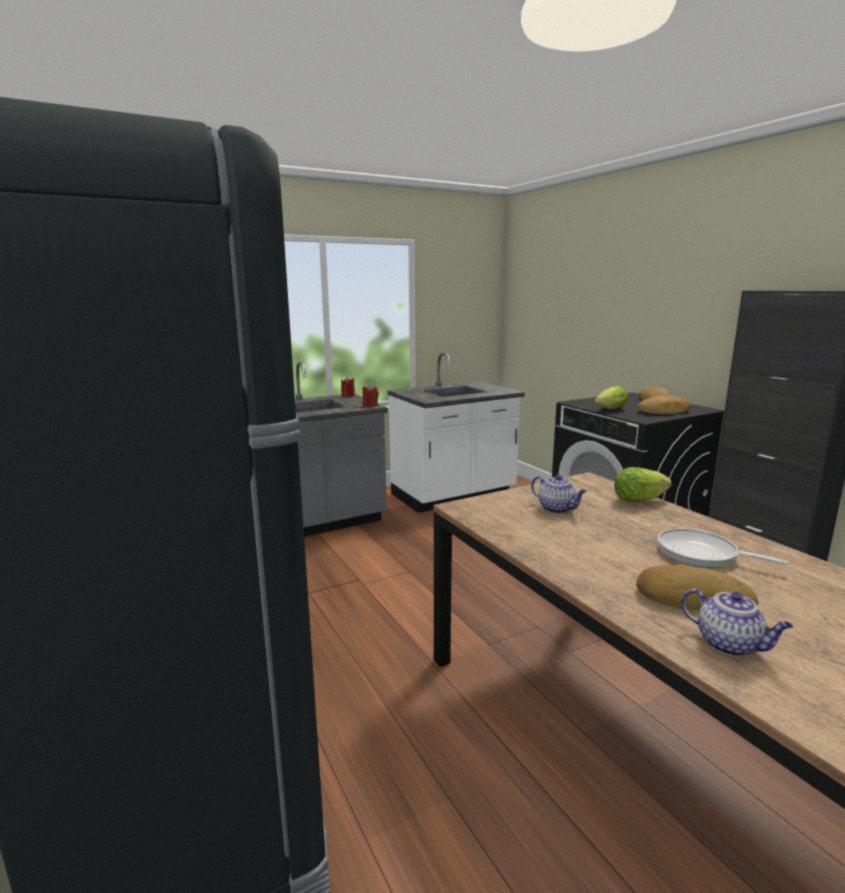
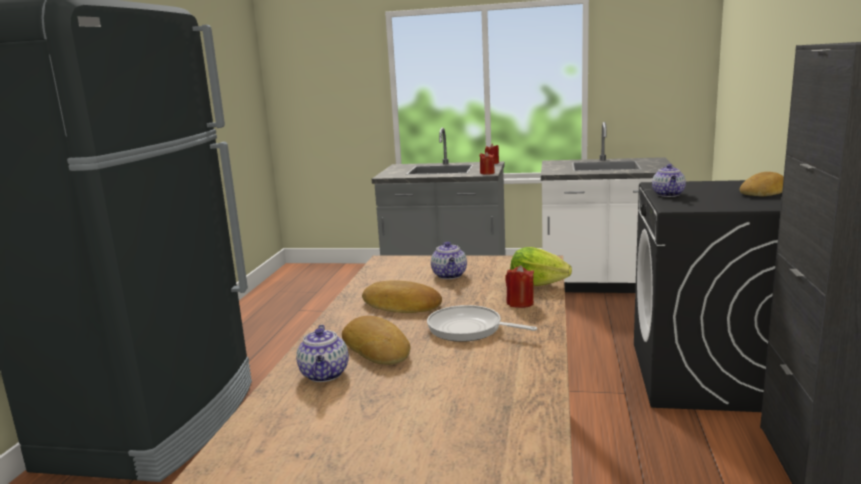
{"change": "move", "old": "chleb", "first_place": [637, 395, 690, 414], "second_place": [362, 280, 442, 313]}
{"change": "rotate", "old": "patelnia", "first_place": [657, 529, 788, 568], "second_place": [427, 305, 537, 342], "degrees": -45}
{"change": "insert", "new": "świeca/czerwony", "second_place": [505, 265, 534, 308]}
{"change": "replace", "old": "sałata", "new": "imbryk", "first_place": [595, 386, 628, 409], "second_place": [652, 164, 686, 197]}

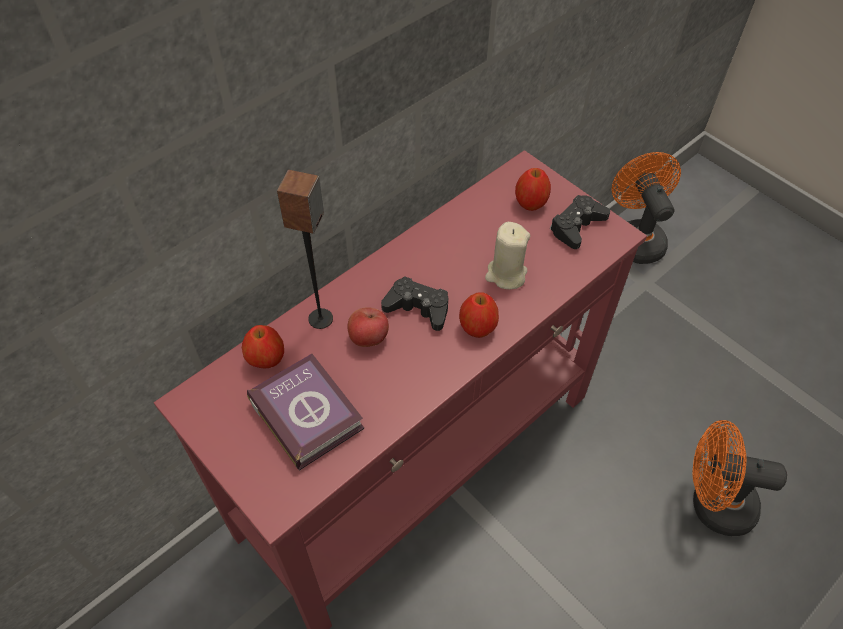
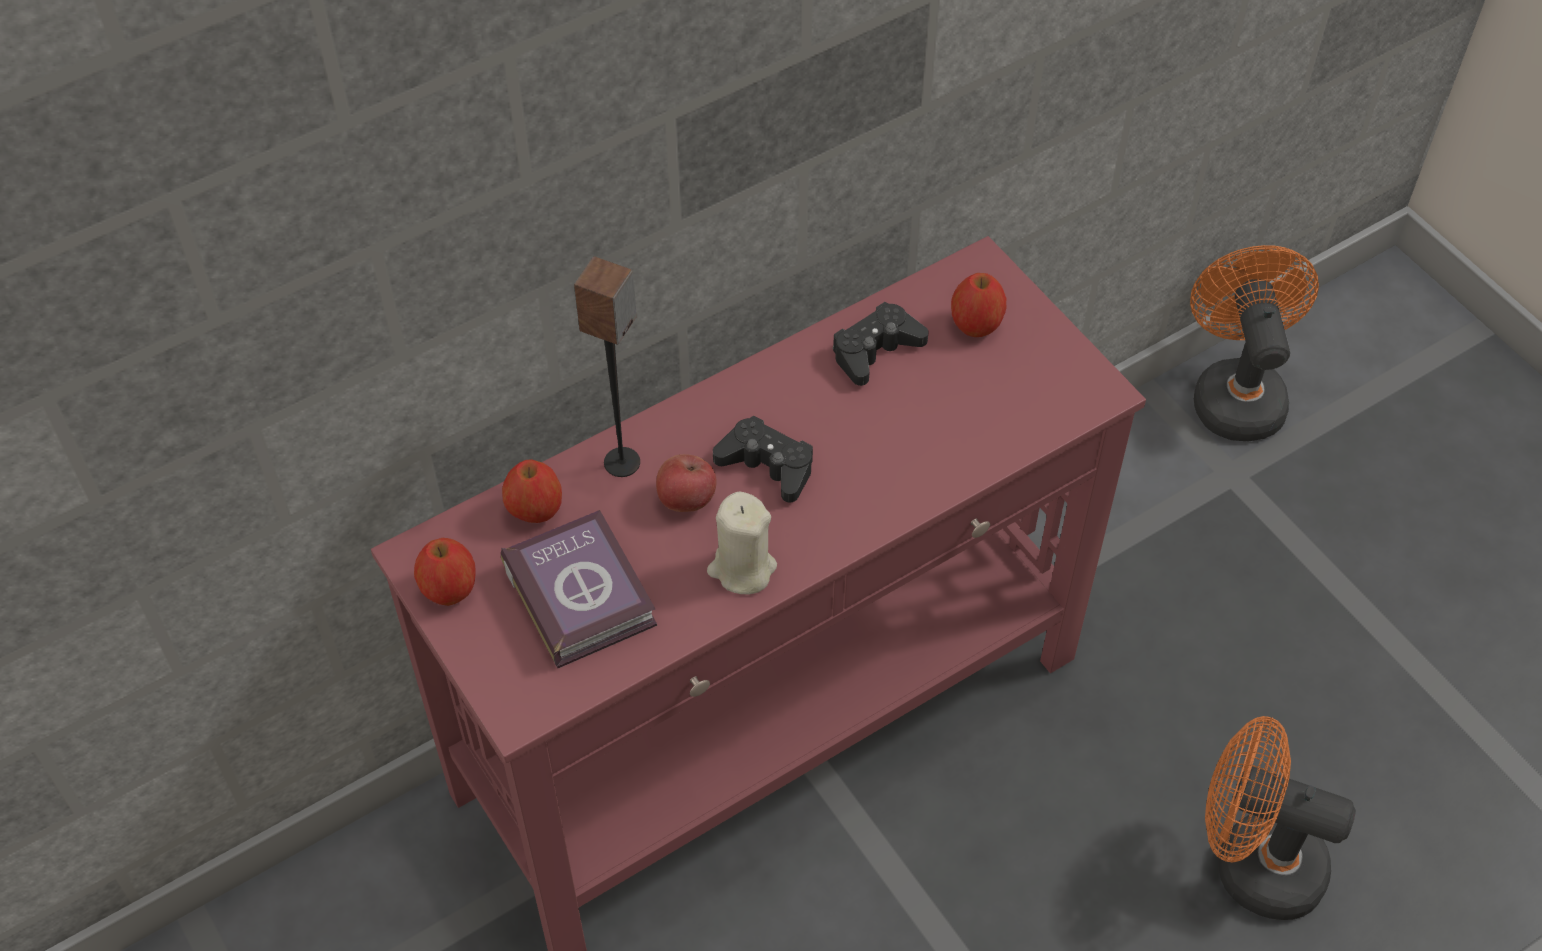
{"change": "move", "old": "jabłko", "first_place": [459, 293, 499, 338], "second_place": [414, 538, 476, 606]}
{"change": "move", "old": "świeca/beżowy", "first_place": [485, 222, 530, 289], "second_place": [707, 491, 777, 594]}
{"change": "move", "old": "pad do gier/czarny", "first_place": [550, 195, 610, 249], "second_place": [833, 302, 929, 386]}

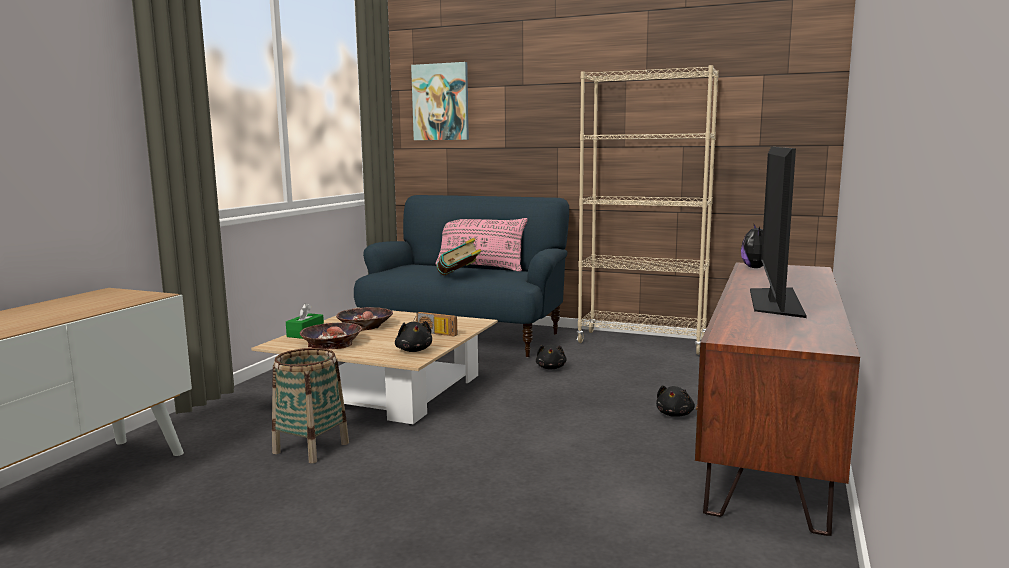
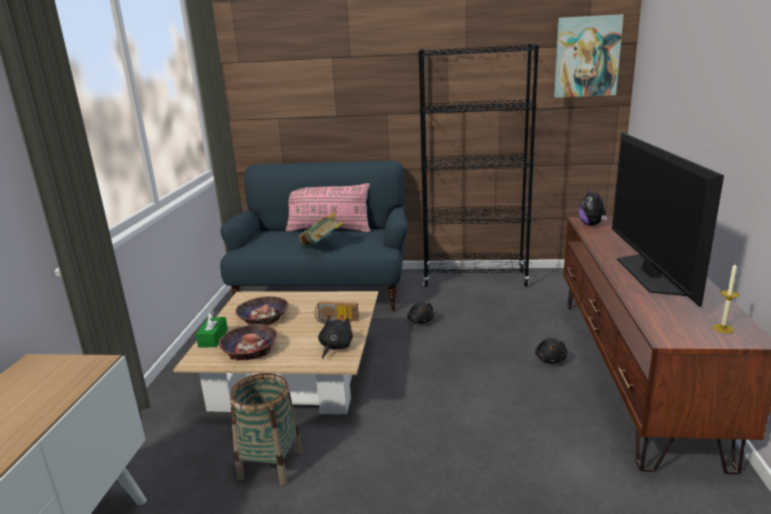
{"change": "rotate", "old": "pluszak/czarny", "first_place": [395, 321, 432, 352], "second_place": [318, 315, 353, 359], "degrees": -120}
{"change": "recolor", "old": "regał/beżowy", "new": "regał/czarny", "first_place": [577, 65, 719, 355], "second_place": [418, 44, 539, 287]}
{"change": "move", "old": "obraz", "first_place": [411, 62, 469, 140], "second_place": [554, 14, 624, 98]}
{"change": "insert", "new": "świeca", "second_place": [712, 262, 739, 334]}

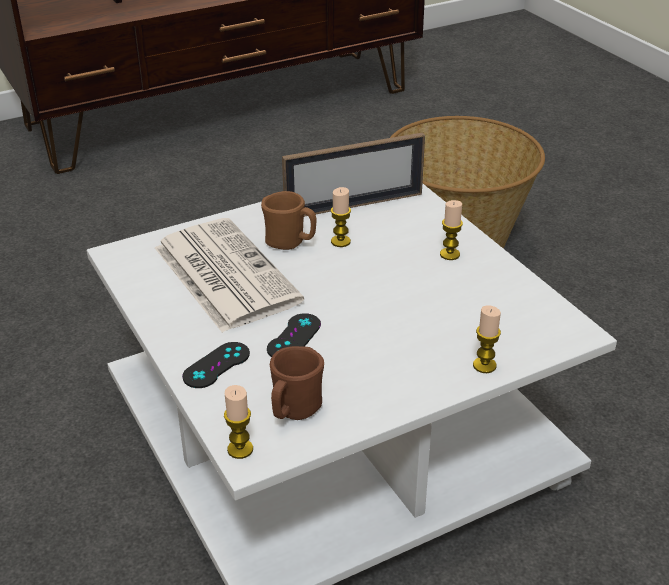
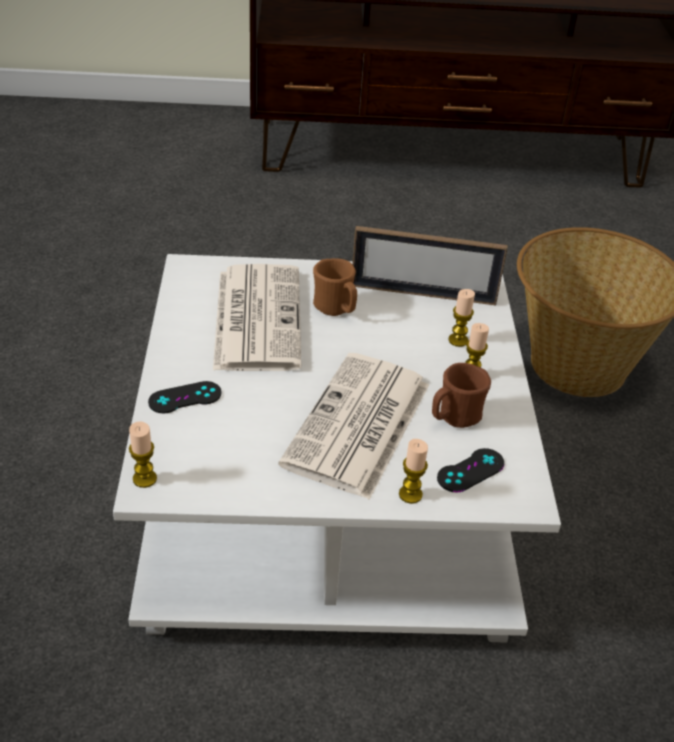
{"change": "insert", "new": "gazeta", "second_place": [278, 353, 429, 500]}
{"change": "move", "old": "kubek/brązowy", "first_place": [270, 346, 324, 420], "second_place": [432, 363, 491, 428]}
{"change": "move", "old": "pad do gier/czarny", "first_place": [267, 313, 321, 357], "second_place": [437, 448, 505, 493]}
{"change": "move", "old": "świeca", "first_place": [331, 187, 351, 247], "second_place": [449, 289, 475, 347]}

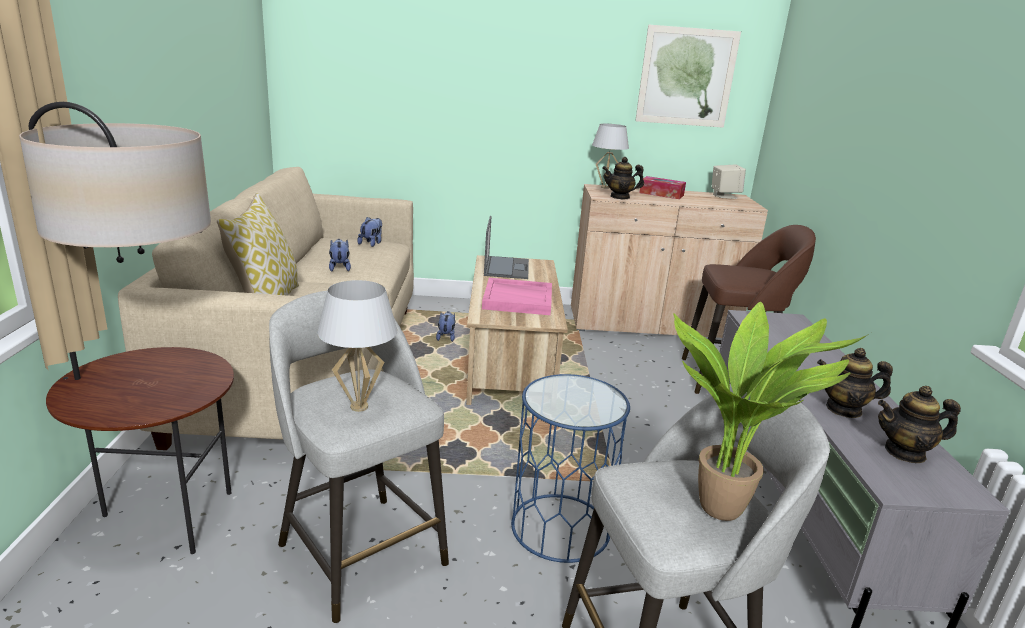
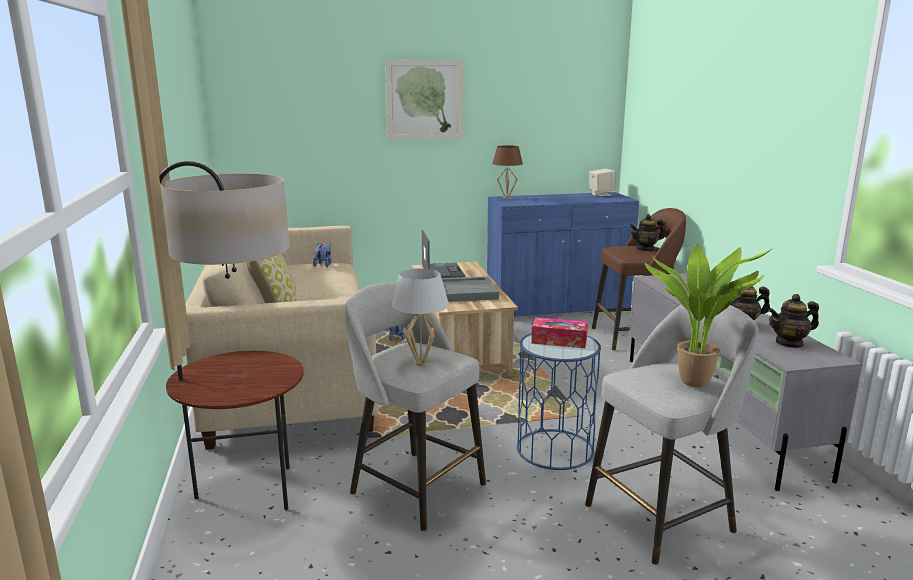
{"change": "move", "old": "obraz", "first_place": [635, 25, 741, 128], "second_place": [386, 60, 463, 140]}
{"change": "recolor", "old": "taca/różowy", "new": "taca/szary", "first_place": [482, 278, 552, 315], "second_place": [442, 276, 499, 302]}
{"change": "recolor", "old": "szafka/beżowy", "new": "szafka/niebieski", "first_place": [571, 184, 768, 338], "second_place": [487, 192, 639, 317]}
{"change": "recolor", "old": "lampa stołowa/biały", "new": "lampa stołowa/brązowy", "first_place": [592, 124, 629, 189], "second_place": [492, 145, 523, 198]}
{"change": "move", "old": "pudełko chusteczek", "first_place": [639, 176, 686, 199], "second_place": [531, 317, 588, 348]}
{"change": "move", "old": "imbryk", "first_place": [602, 157, 644, 199], "second_place": [630, 214, 665, 251]}
{"change": "delete", "old": "pluszak", "first_place": [329, 239, 351, 272]}

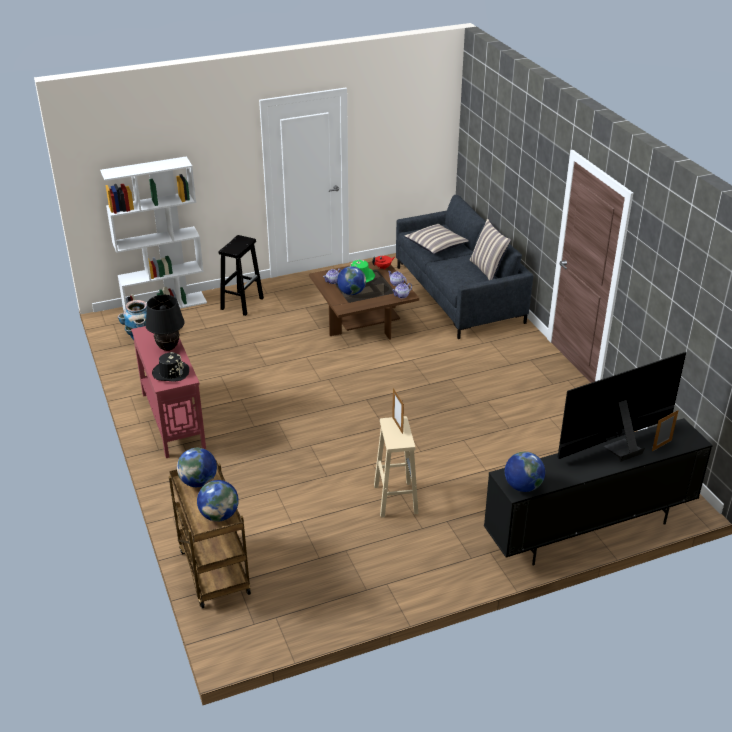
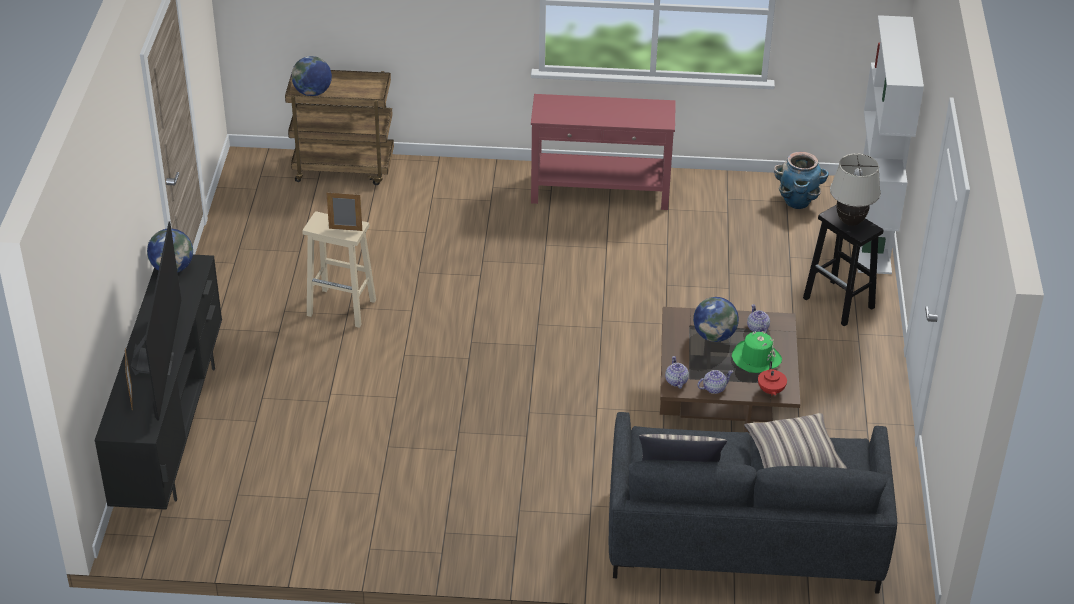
{"change": "insert", "new": "lampa stołowa/beżowy", "second_place": [830, 153, 881, 226]}
{"change": "delete", "old": "lampa stołowa/czarny", "first_place": [145, 295, 185, 351]}
{"change": "delete", "old": "kapelusz/czarny", "first_place": [152, 352, 189, 382]}
{"change": "delete", "old": "globus", "first_place": [177, 448, 217, 487]}

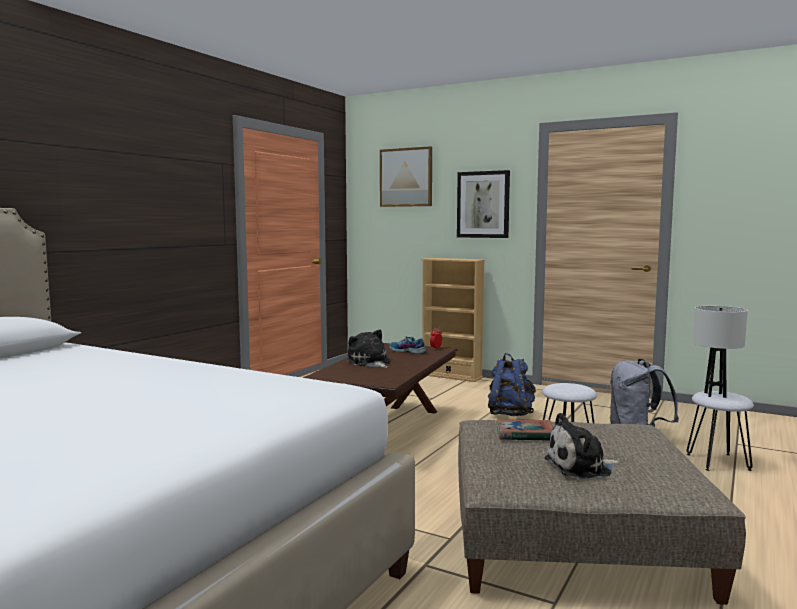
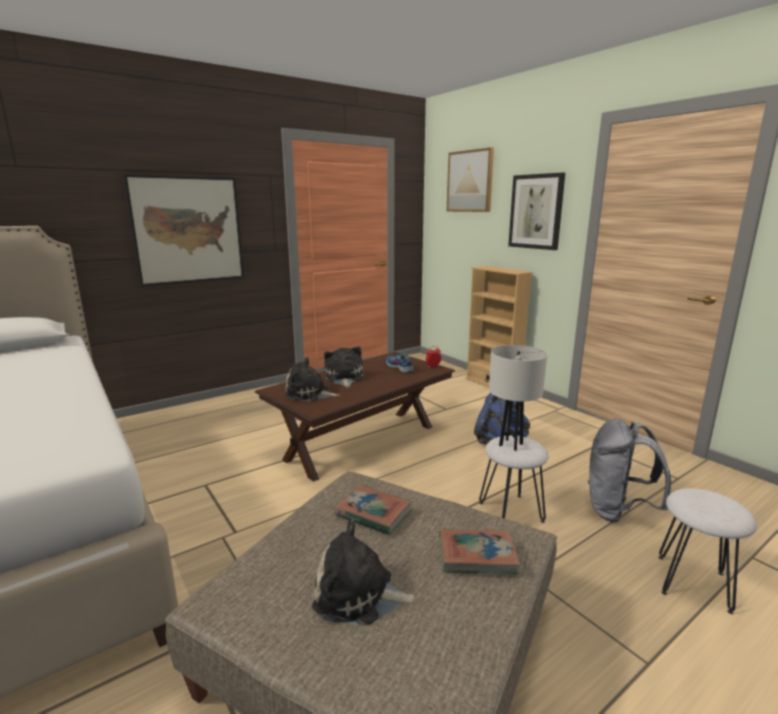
{"change": "insert", "new": "obraz", "second_place": [123, 174, 244, 287]}
{"change": "insert", "new": "pluszak", "second_place": [284, 357, 340, 401]}
{"change": "insert", "new": "książka", "second_place": [439, 529, 520, 574]}
{"change": "move", "old": "lampa stołowa/biały", "first_place": [693, 306, 748, 398], "second_place": [489, 345, 547, 451]}

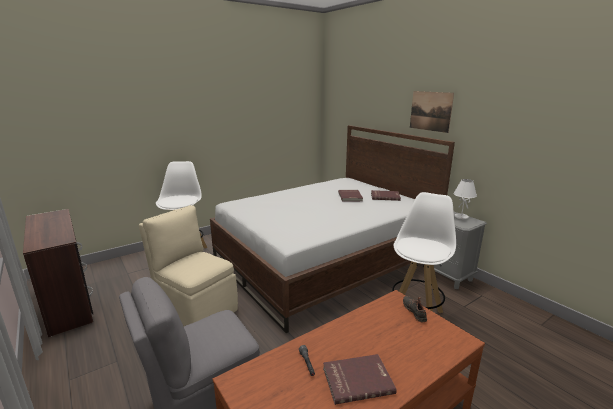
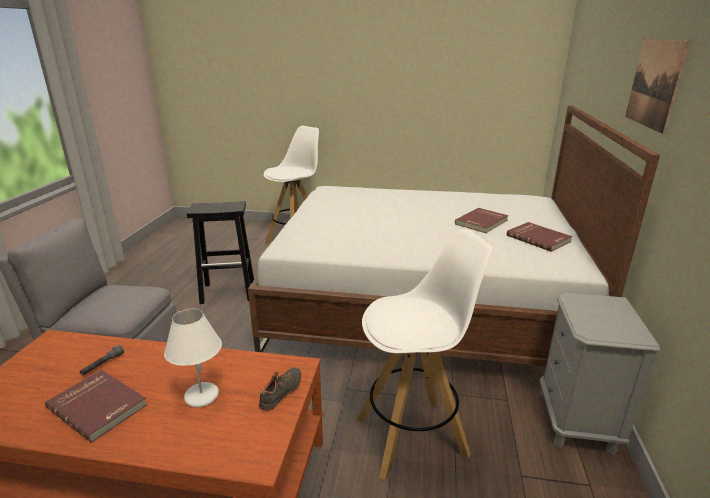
{"change": "move", "old": "lampa stołowa/biały", "first_place": [453, 179, 477, 220], "second_place": [164, 309, 222, 408]}
{"change": "replace", "old": "krzesło/beżowy", "new": "stołek/czarny", "first_place": [139, 205, 238, 326], "second_place": [187, 201, 254, 304]}
{"change": "delete", "old": "biurko/brązowy", "first_place": [23, 209, 93, 337]}

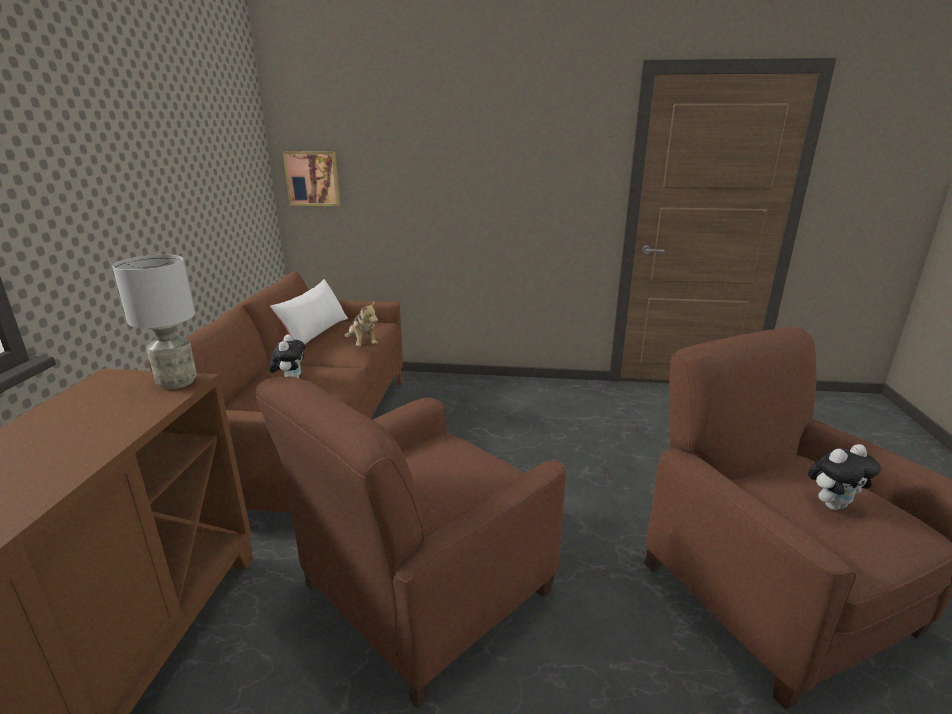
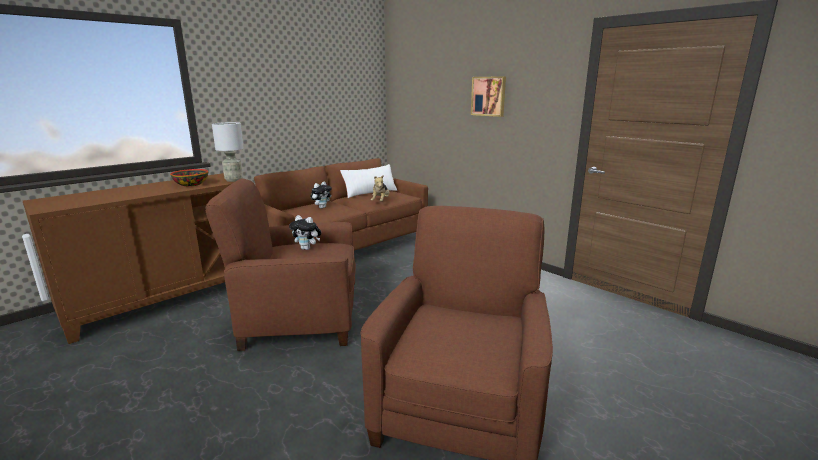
{"change": "insert", "new": "miska", "second_place": [170, 169, 208, 186]}
{"change": "move", "old": "pluszak", "first_place": [808, 444, 881, 510], "second_place": [289, 215, 321, 250]}
{"change": "move", "old": "obraz", "first_place": [283, 151, 340, 206], "second_place": [471, 76, 506, 117]}

